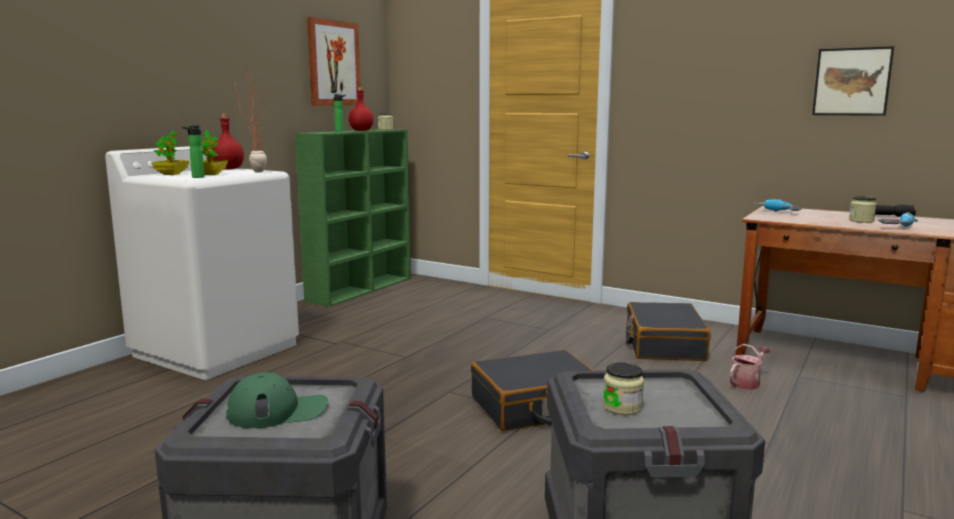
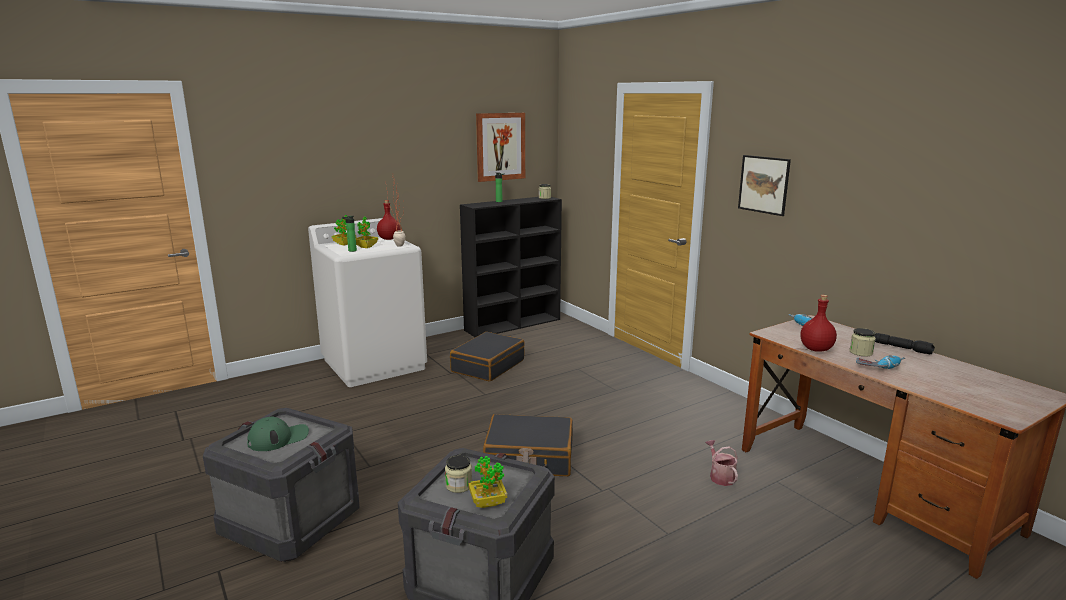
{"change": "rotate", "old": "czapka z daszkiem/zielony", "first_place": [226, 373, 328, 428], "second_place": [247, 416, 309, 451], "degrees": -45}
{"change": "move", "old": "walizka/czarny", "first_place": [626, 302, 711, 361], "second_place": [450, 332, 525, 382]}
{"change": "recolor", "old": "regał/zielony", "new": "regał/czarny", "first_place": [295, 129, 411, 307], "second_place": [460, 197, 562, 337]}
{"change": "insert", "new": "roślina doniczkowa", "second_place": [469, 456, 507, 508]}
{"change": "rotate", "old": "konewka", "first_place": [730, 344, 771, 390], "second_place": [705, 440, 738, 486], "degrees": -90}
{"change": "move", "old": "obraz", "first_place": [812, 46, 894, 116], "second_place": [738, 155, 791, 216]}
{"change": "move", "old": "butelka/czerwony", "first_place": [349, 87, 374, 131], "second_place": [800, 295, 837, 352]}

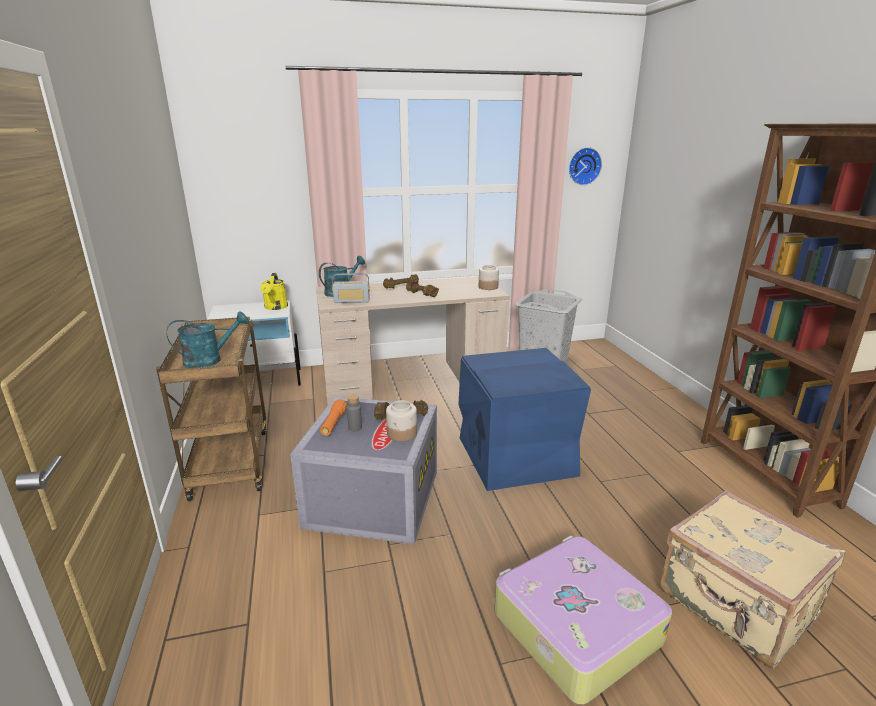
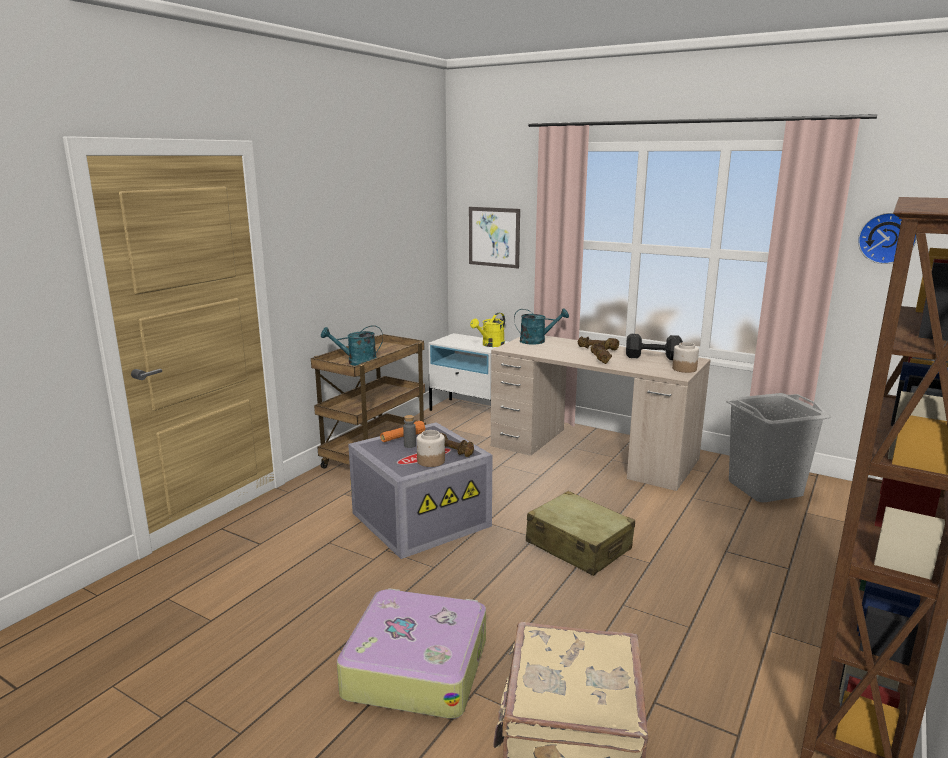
{"change": "rotate", "old": "konewka/turkusowy", "first_place": [167, 312, 249, 368], "second_place": [321, 325, 383, 366], "degrees": 150}
{"change": "insert", "new": "obraz", "second_place": [469, 207, 520, 269]}
{"change": "replace", "old": "pojemnik do przechowywania/niebieski", "new": "walizka/beżowy", "first_place": [458, 348, 591, 491], "second_place": [526, 491, 635, 576]}
{"change": "insert", "new": "hantel/czarny", "second_place": [626, 334, 683, 360]}
{"change": "delete", "old": "radio", "first_place": [332, 273, 370, 303]}

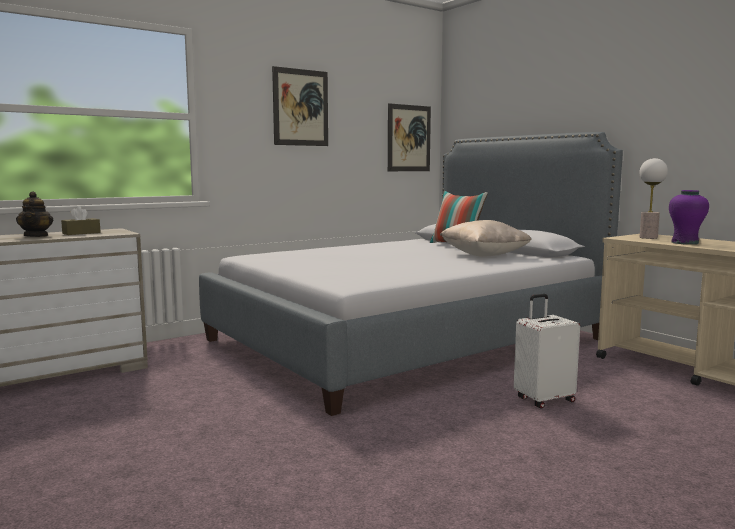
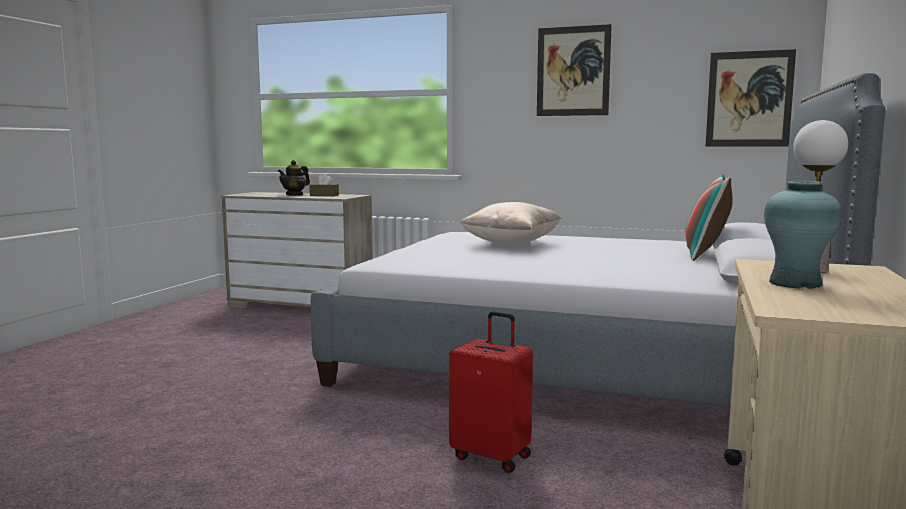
{"change": "recolor", "old": "walizka/biały", "new": "walizka/czerwony", "first_place": [514, 294, 580, 409], "second_place": [449, 311, 533, 473]}
{"change": "move", "old": "poduszka/beżowy", "first_place": [440, 220, 532, 257], "second_place": [460, 202, 562, 245]}
{"change": "recolor", "old": "wazon/fioletowy", "new": "wazon/turkusowy", "first_place": [669, 190, 709, 245], "second_place": [764, 181, 842, 289]}

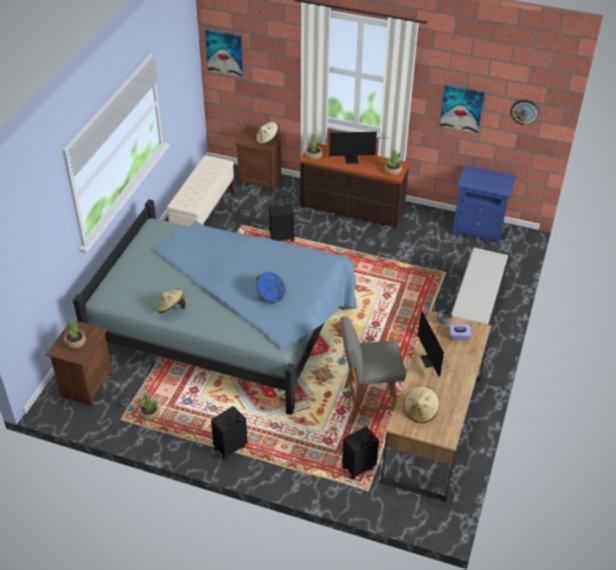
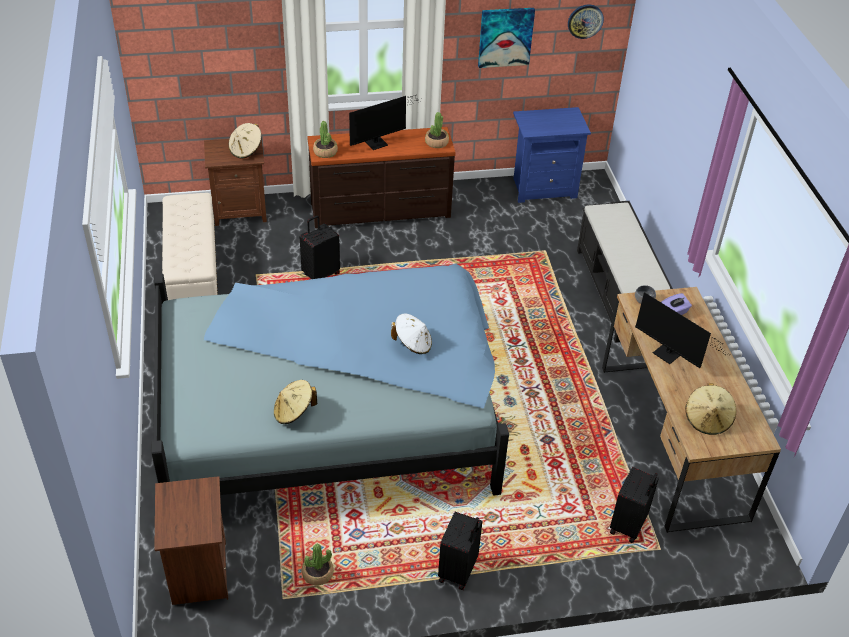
{"change": "recolor", "old": "kapelusz/niebieski", "new": "kapelusz/biały", "first_place": [257, 272, 285, 303], "second_place": [391, 314, 432, 354]}
{"change": "delete", "old": "roślina doniczkowa", "first_place": [64, 319, 86, 349]}
{"change": "delete", "old": "obraz", "first_place": [205, 29, 243, 77]}
{"change": "delete", "old": "krzesło/szary", "first_place": [340, 316, 406, 423]}

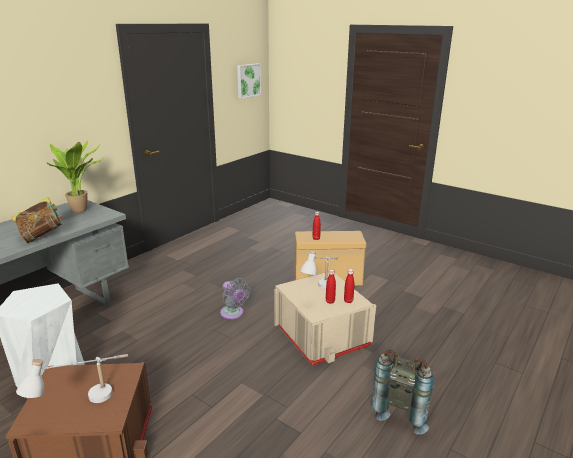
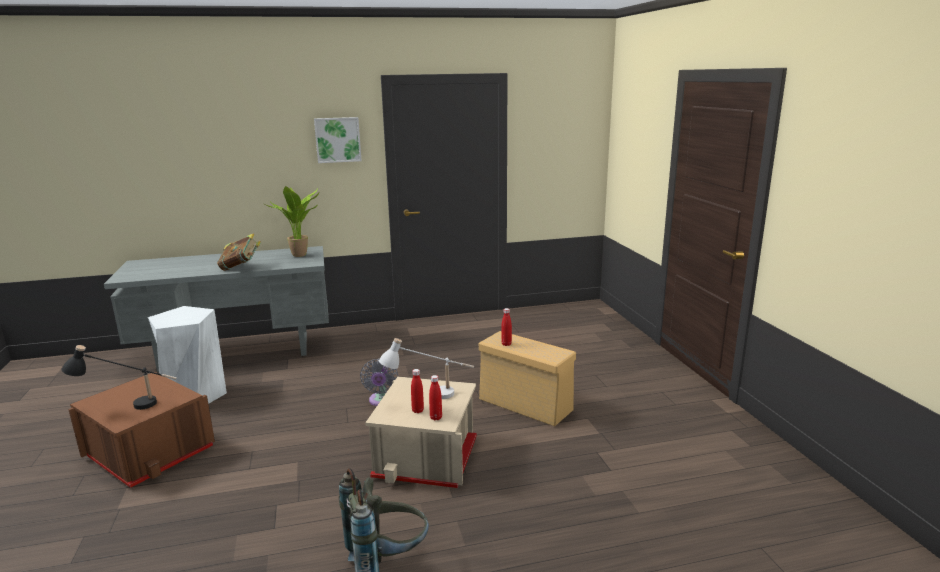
{"change": "recolor", "old": "lampa stołowa/biały", "new": "lampa stołowa/czarny", "first_place": [16, 354, 128, 403], "second_place": [61, 345, 177, 410]}
{"change": "move", "old": "obraz", "first_place": [237, 63, 261, 99], "second_place": [314, 117, 361, 163]}

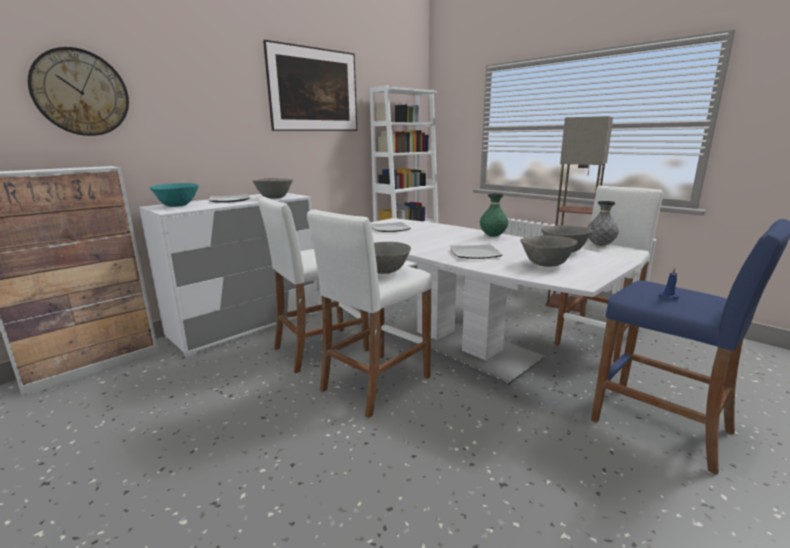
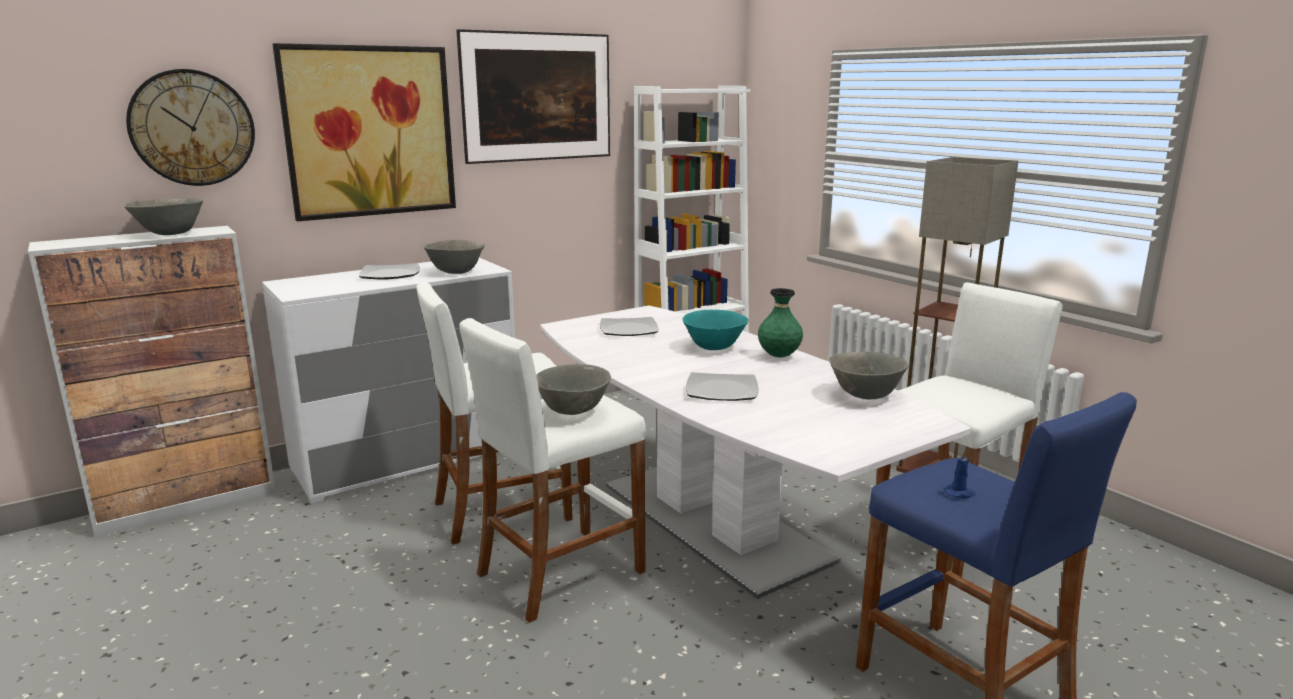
{"change": "move", "old": "miska/szary", "first_place": [520, 235, 577, 267], "second_place": [124, 198, 203, 235]}
{"change": "insert", "new": "obraz", "second_place": [272, 43, 456, 221]}
{"change": "move", "old": "miska/turkusowy", "first_place": [150, 183, 199, 207], "second_place": [683, 310, 748, 350]}
{"change": "delete", "old": "wazon/szary", "first_place": [587, 201, 619, 246]}

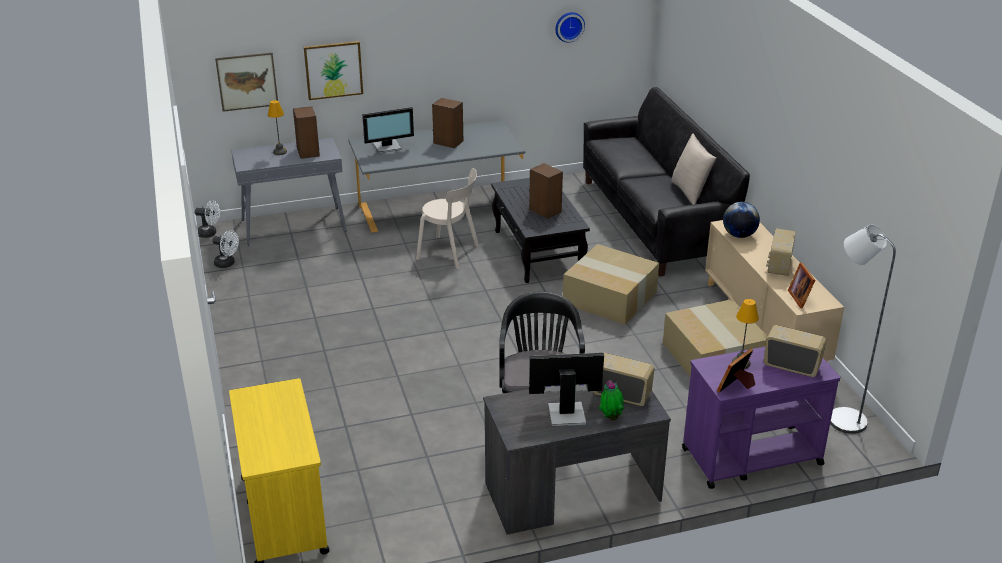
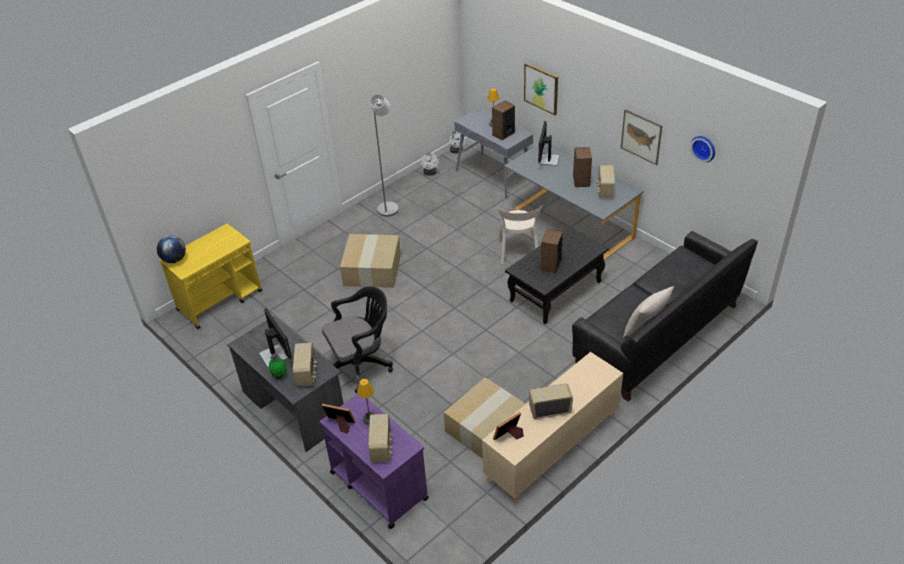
{"change": "move", "old": "globus", "first_place": [723, 202, 760, 238], "second_place": [157, 236, 186, 263]}
{"change": "move", "old": "karton", "first_place": [563, 244, 659, 325], "second_place": [340, 234, 401, 288]}
{"change": "move", "old": "lampa stojąca/szary", "first_place": [830, 225, 896, 434], "second_place": [370, 94, 399, 217]}
{"change": "rotate", "old": "monitor", "first_place": [362, 107, 414, 153], "second_place": [538, 121, 560, 166], "degrees": 60}
{"change": "insert", "new": "radio", "second_place": [597, 165, 615, 198]}
{"change": "move", "old": "obraz", "first_place": [215, 53, 278, 112], "second_place": [621, 109, 662, 165]}

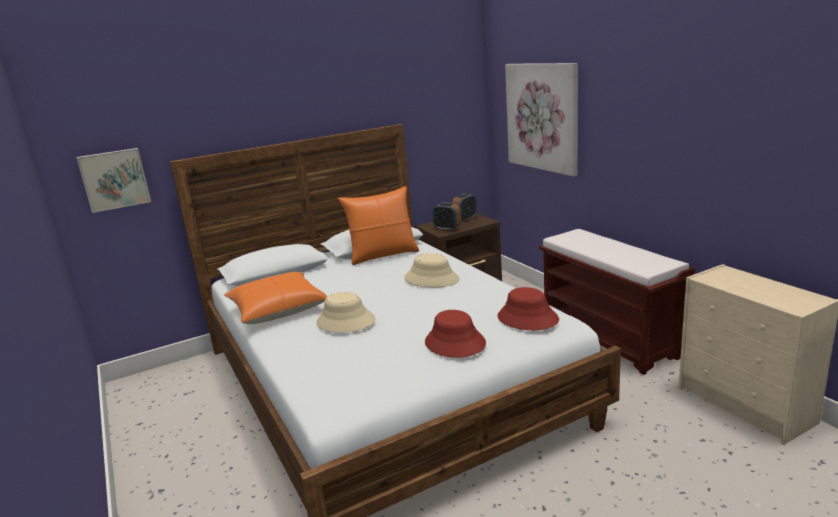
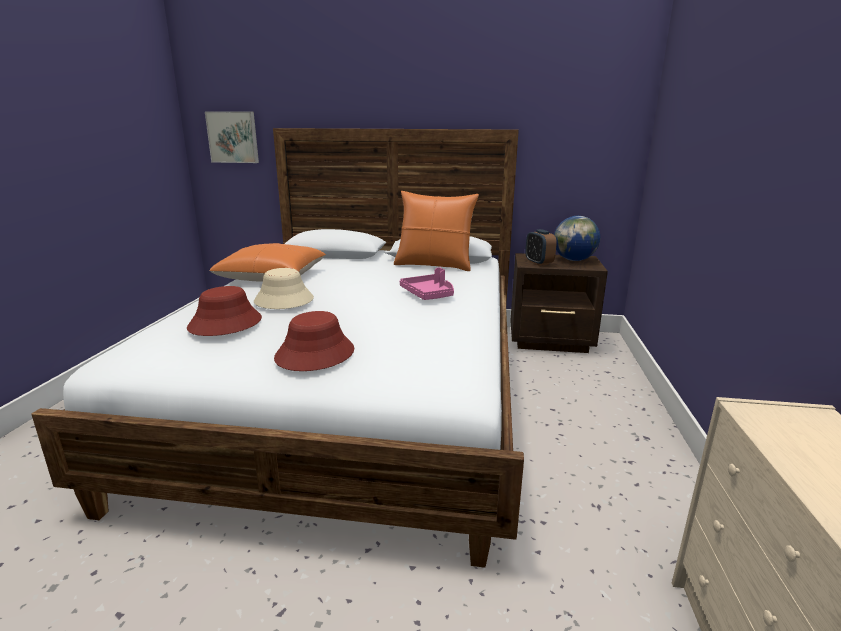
{"change": "move", "old": "kapelusz/czerwony", "first_place": [497, 287, 559, 330], "second_place": [187, 286, 262, 336]}
{"change": "replace", "old": "kapelusz/beżowy", "new": "taca/różowy", "first_place": [404, 253, 459, 287], "second_place": [400, 267, 454, 300]}
{"change": "replace", "old": "budzik", "new": "globus", "first_place": [452, 193, 477, 222], "second_place": [554, 216, 600, 261]}
{"change": "delete", "old": "obraz", "first_place": [505, 63, 578, 176]}
{"change": "delete", "old": "ławka/brązowy", "first_place": [539, 229, 695, 375]}

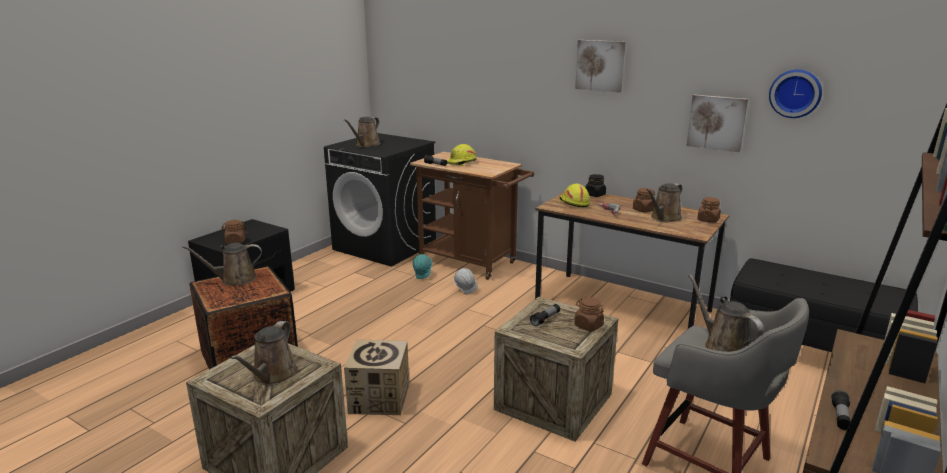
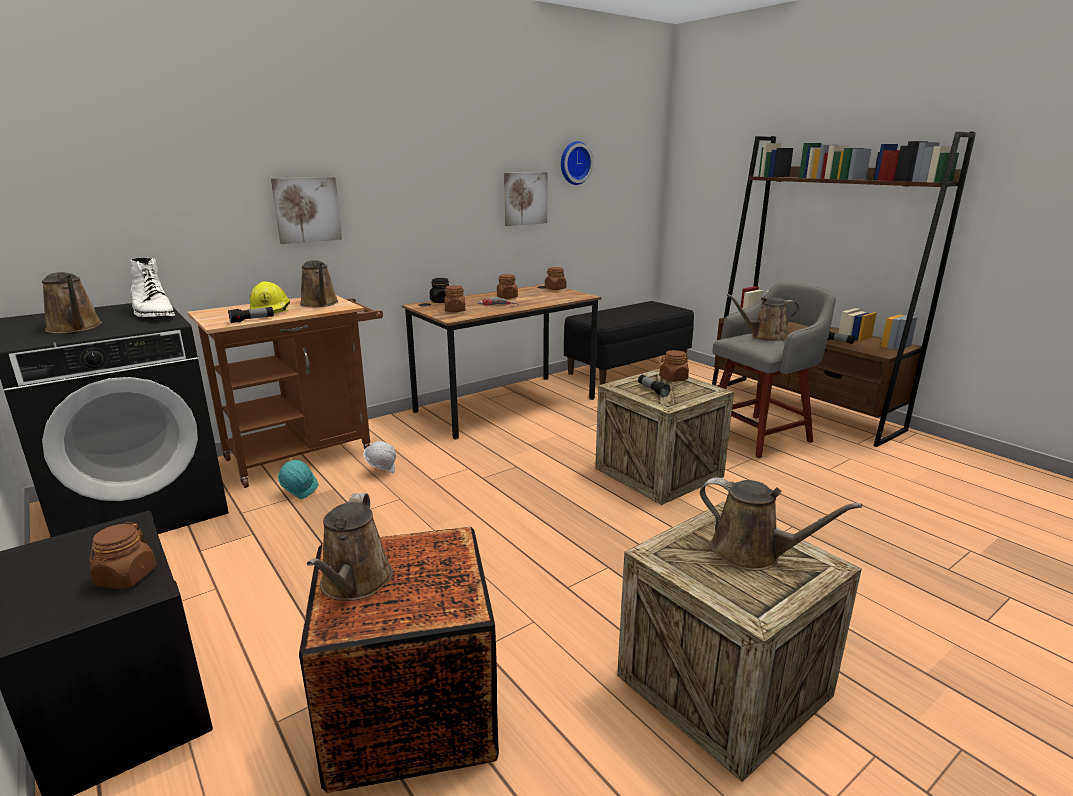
{"change": "insert", "new": "but z cholewką/biały", "second_place": [130, 257, 175, 317]}
{"change": "move", "old": "obraz", "first_place": [575, 40, 625, 93], "second_place": [271, 177, 342, 244]}
{"change": "move", "old": "konewka/brązowy", "first_place": [646, 183, 682, 222], "second_place": [300, 260, 338, 307]}
{"change": "replace", "old": "kask/żółty", "new": "słoik/brązowy", "first_place": [559, 184, 590, 207], "second_place": [444, 285, 465, 312]}
{"change": "delete", "old": "karton", "first_place": [344, 339, 409, 415]}

